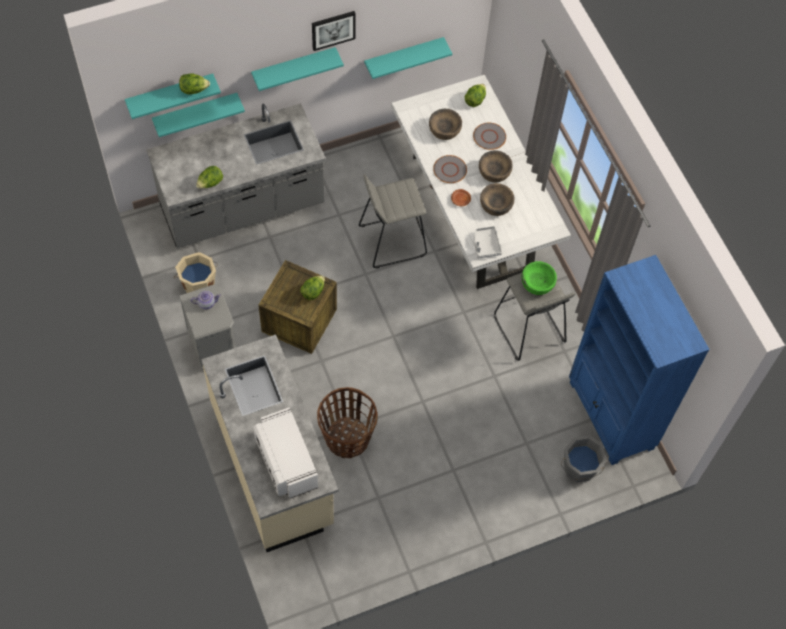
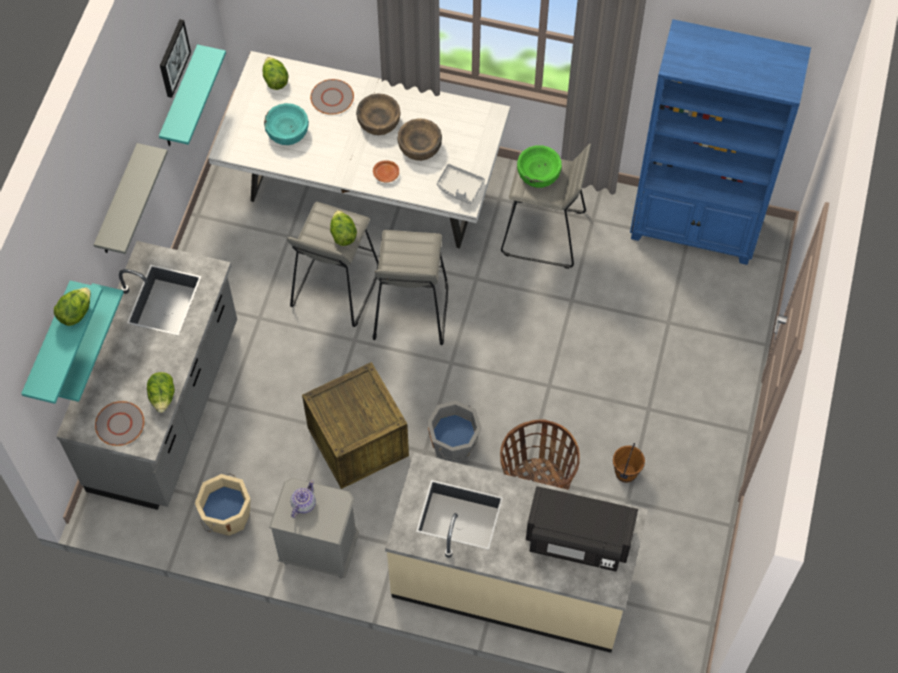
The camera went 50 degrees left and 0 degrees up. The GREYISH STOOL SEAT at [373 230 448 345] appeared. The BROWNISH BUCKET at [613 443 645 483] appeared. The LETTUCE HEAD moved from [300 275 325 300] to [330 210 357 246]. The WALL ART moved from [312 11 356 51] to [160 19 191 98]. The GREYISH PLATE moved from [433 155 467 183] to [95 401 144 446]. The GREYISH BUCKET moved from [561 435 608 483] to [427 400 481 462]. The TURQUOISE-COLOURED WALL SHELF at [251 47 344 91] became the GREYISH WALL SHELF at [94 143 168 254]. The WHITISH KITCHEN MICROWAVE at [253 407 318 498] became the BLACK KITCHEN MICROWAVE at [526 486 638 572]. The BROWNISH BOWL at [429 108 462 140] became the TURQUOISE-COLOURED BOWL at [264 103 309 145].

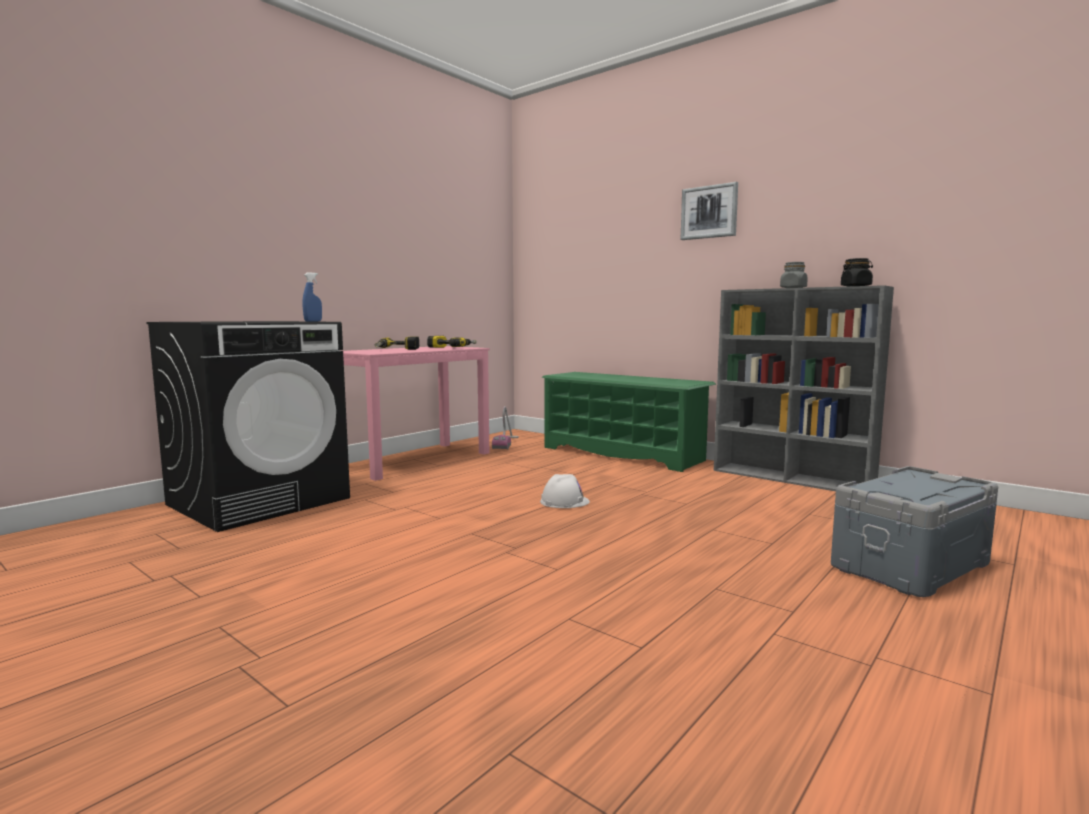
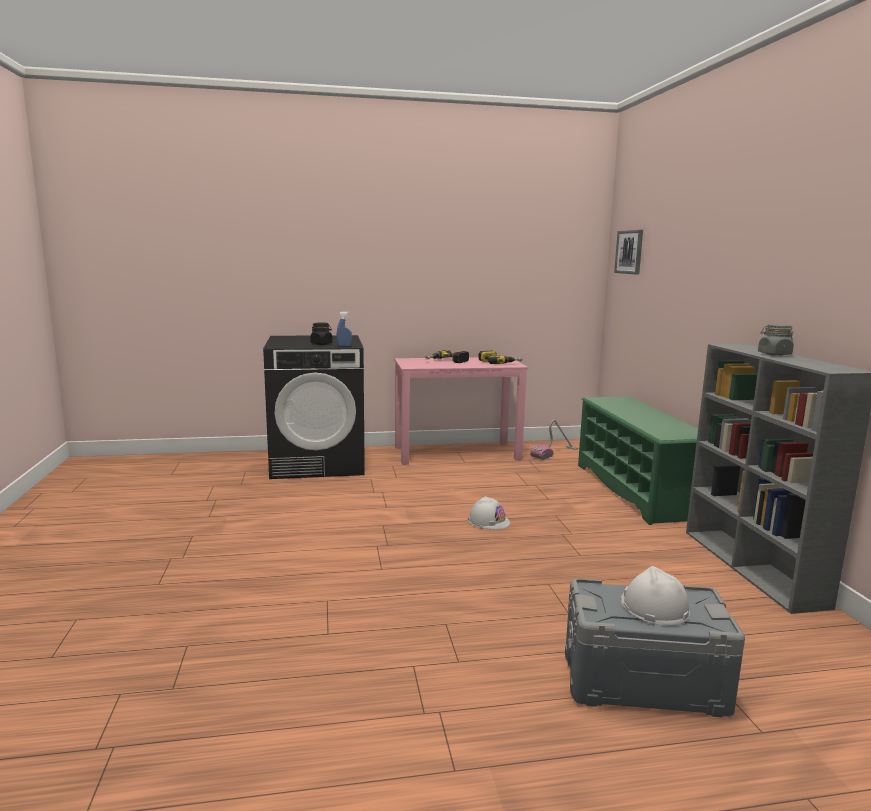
The camera went 40 degrees right and 5 degrees up. The WHITISH WORK HELMET at [621 566 690 626] appeared. The WALL ART moved from [681 182 738 240] to [614 230 643 275]. The BLACK STORAGE JAR moved from [841 258 873 286] to [311 323 333 345].

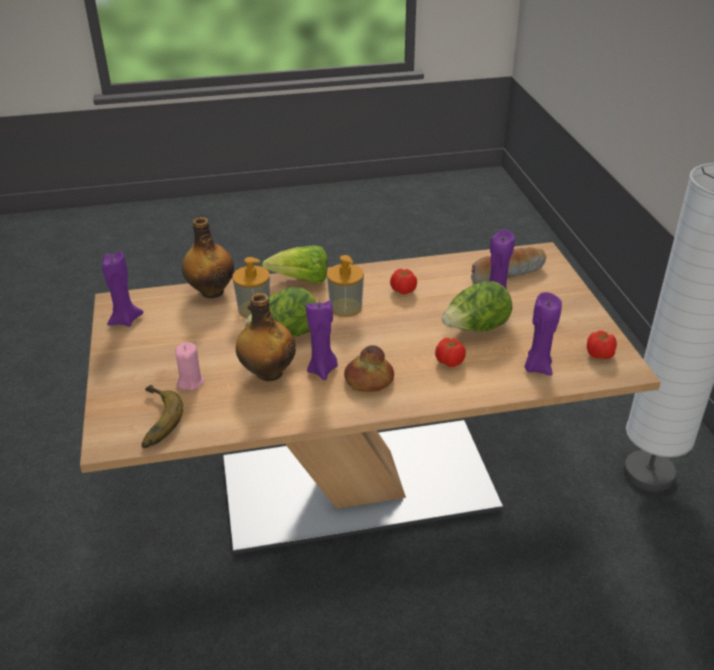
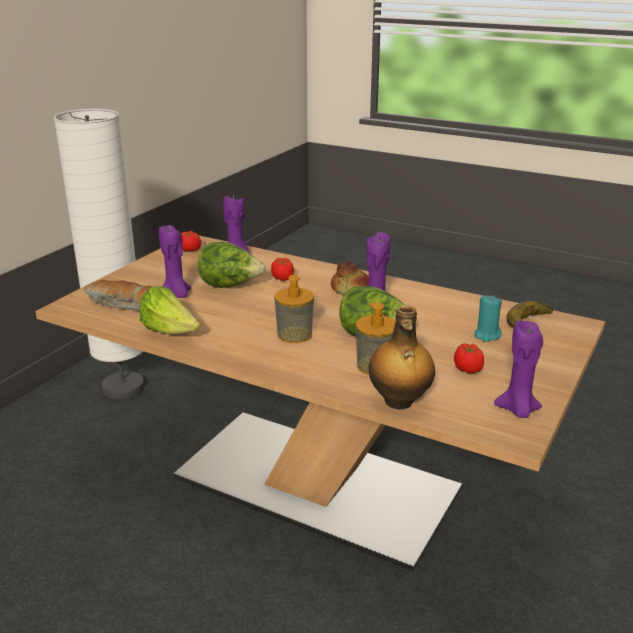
The camera went 140 degrees left and 10 degrees down. The BEVERAGE BOTTLE at [236 293 296 381] disappeared. The LETTUCE HEAD moved from [262 245 328 284] to [139 286 200 334]. The TOMATO moved from [390 269 417 294] to [454 343 484 373]. The PINK-COLOURED CANDLE at [175 342 204 390] became the TURQUOISE-COLOURED CANDLE at [475 295 502 342].

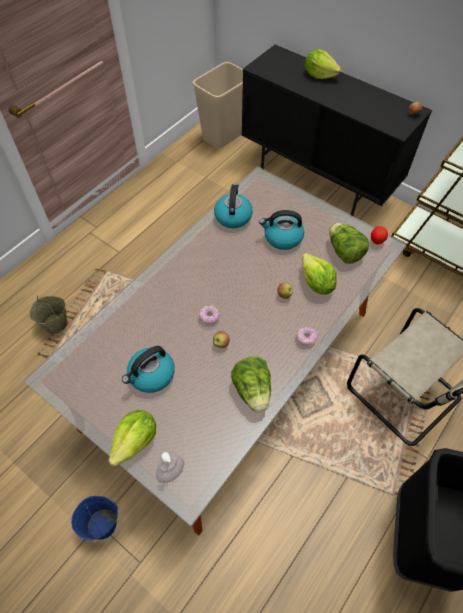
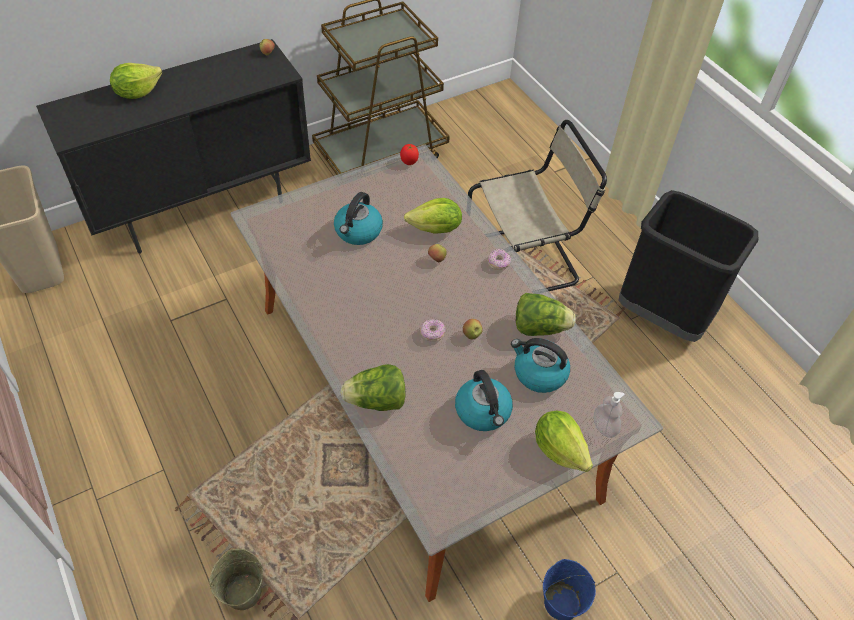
The camera went 70 degrees left and 5 degrees down. The WATER KETTLE moved from [214 184 253 228] to [511 338 570 393]. The LETTUCE HEAD moved from [329 223 369 264] to [341 364 405 411].

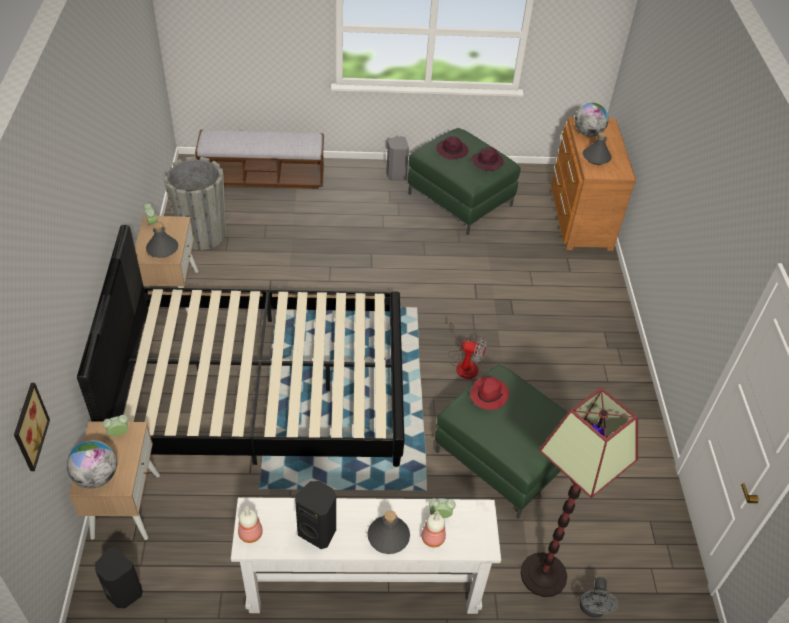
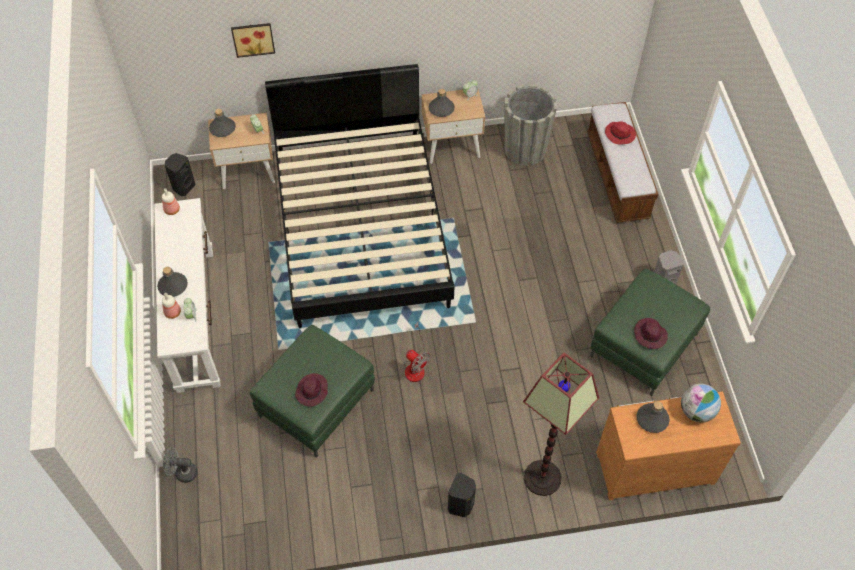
The camera went 85 degrees right and 10 degrees up. The WALL ART moved from [14 383 50 471] to [231 23 275 58]. The BLACK LOUDSPEAKER moved from [295 481 336 549] to [448 473 476 517]. The PURPLE-COLOURED WEARABLE HAT moved from [436 136 468 160] to [295 373 328 407]. The RED WEARABLE HAT moved from [470 376 510 410] to [605 121 636 145]. The STANDARD LAMP moved from [520 388 638 597] to [523 352 599 496]. The GLOBE at [67 440 117 488] was replaced by the GREYISH BEVERAGE BOTTLE at [209 109 236 137]. The COOLING FAN at [448 318 487 379] turned 60 degrees counterclockwise.

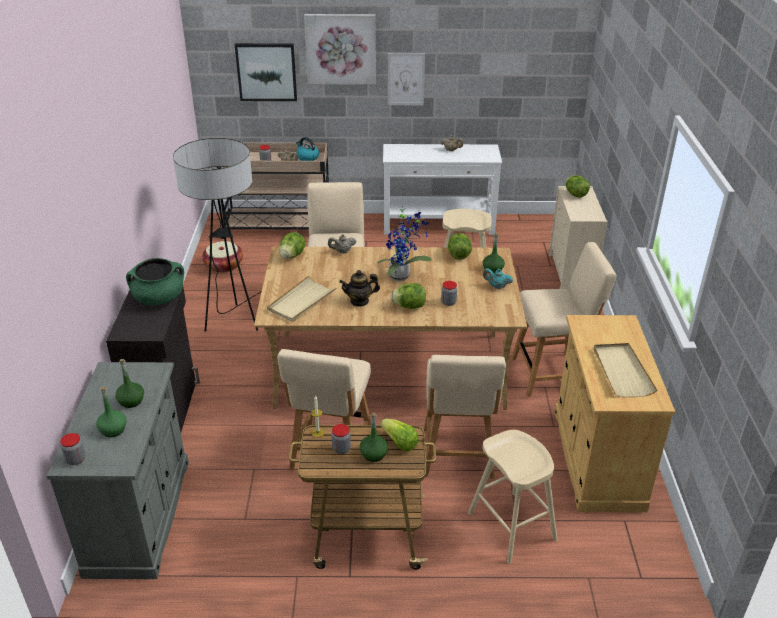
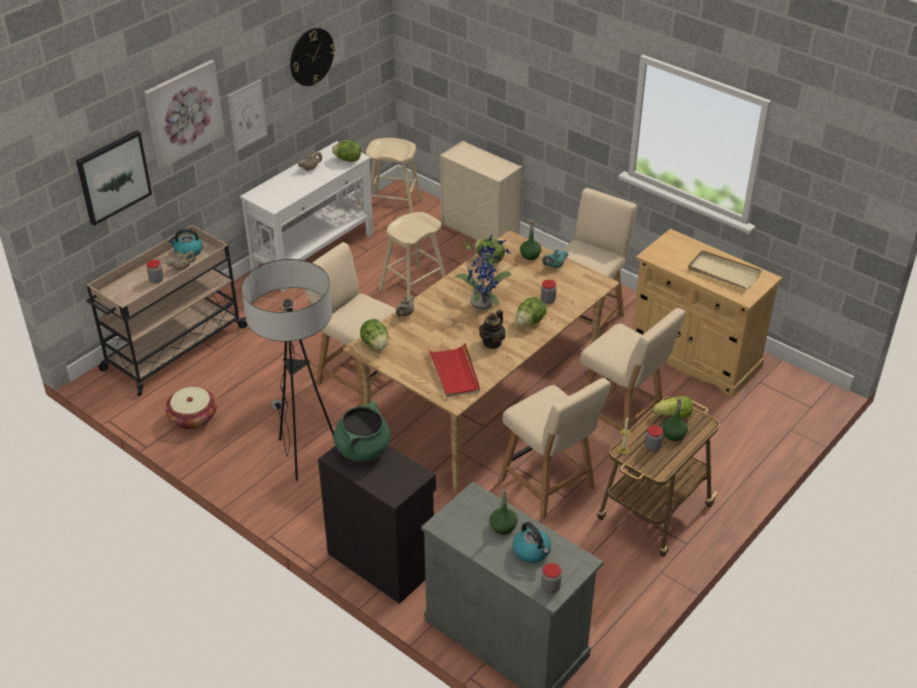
The camera went 50 degrees left and 5 degrees up. The HANGING CLOCK at [290 28 335 86] appeared. The BEIGE-COLOURED STOOL SEAT moved from [468 430 558 564] to [366 138 423 213]. The LETTUCE HEAD moved from [565 175 590 198] to [332 140 361 162]. The GREENISH BEVERAGE BOTTLE at [96 386 127 437] was replaced by the WATER KETTLE at [513 522 551 563]. The BEIGE-COLOURED TRAY at [267 275 337 322] became the RED TRAY at [428 343 480 398].

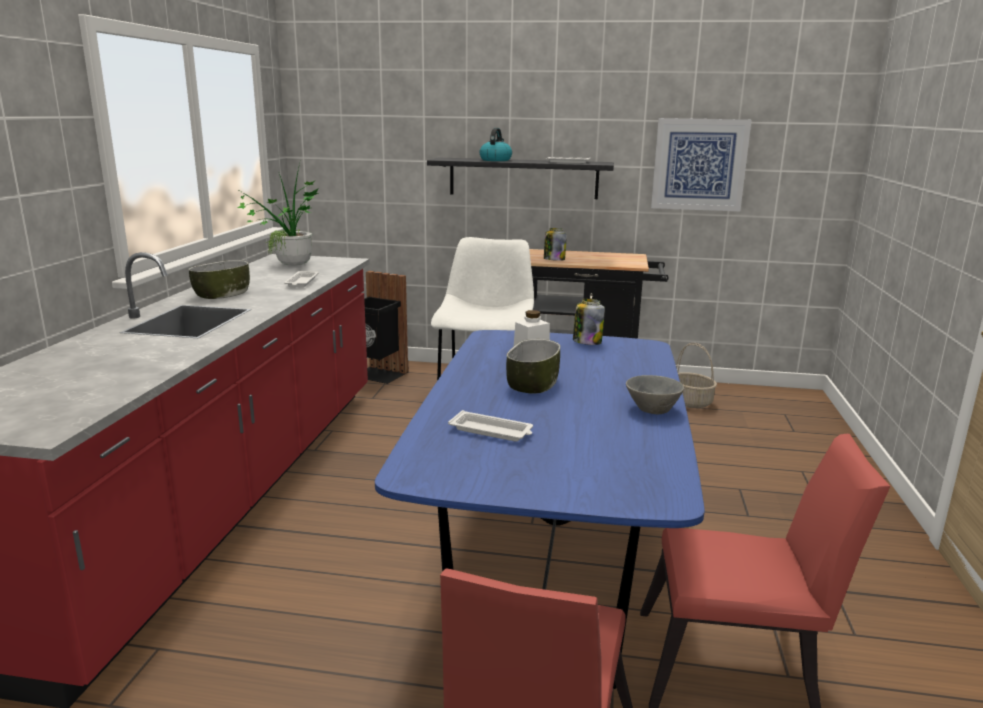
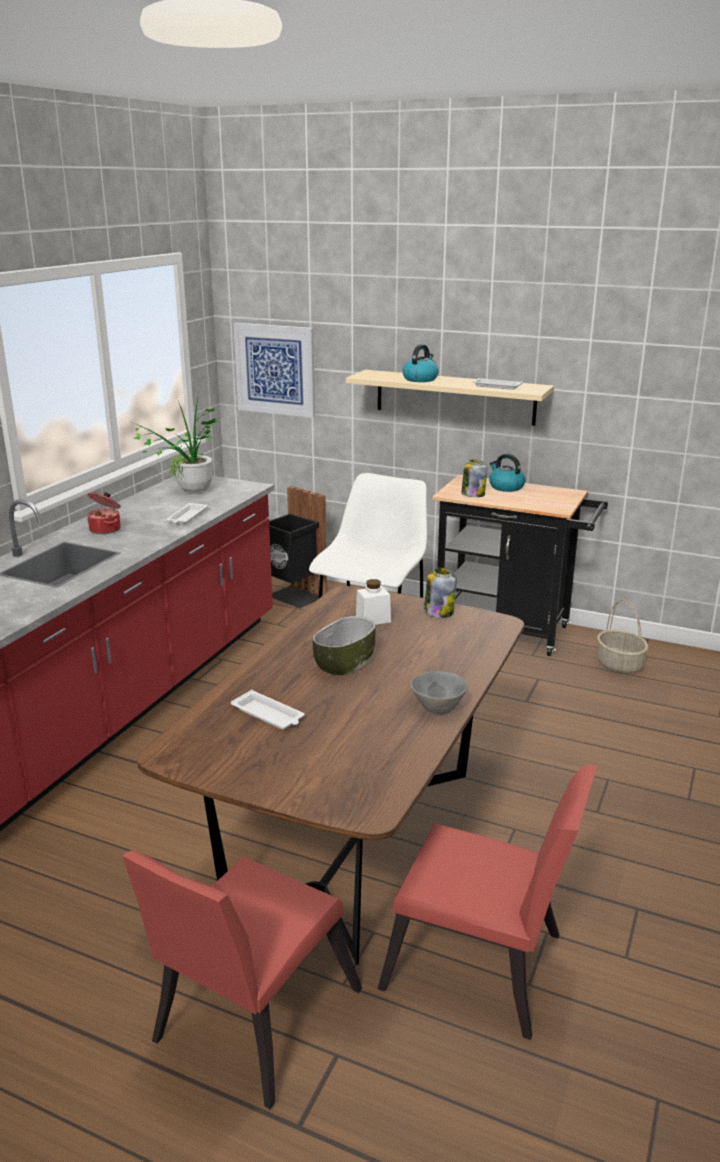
The camera went 15 degrees right and 5 degrees up. The WATER KETTLE at [489 454 526 492] appeared. The WALL ART moved from [651 118 752 211] to [233 323 315 418]. The BOWL at [188 260 250 299] was replaced by the SAUCEPOT at [88 492 121 534]. The BLUE-COLOURED DINING TABLE at [375 330 705 689] became the BROWNISH DINING TABLE at [137 586 524 965]. The BLACK WALL SHELF at [427 158 614 199] became the BEIGE-COLOURED WALL SHELF at [346 370 554 426].

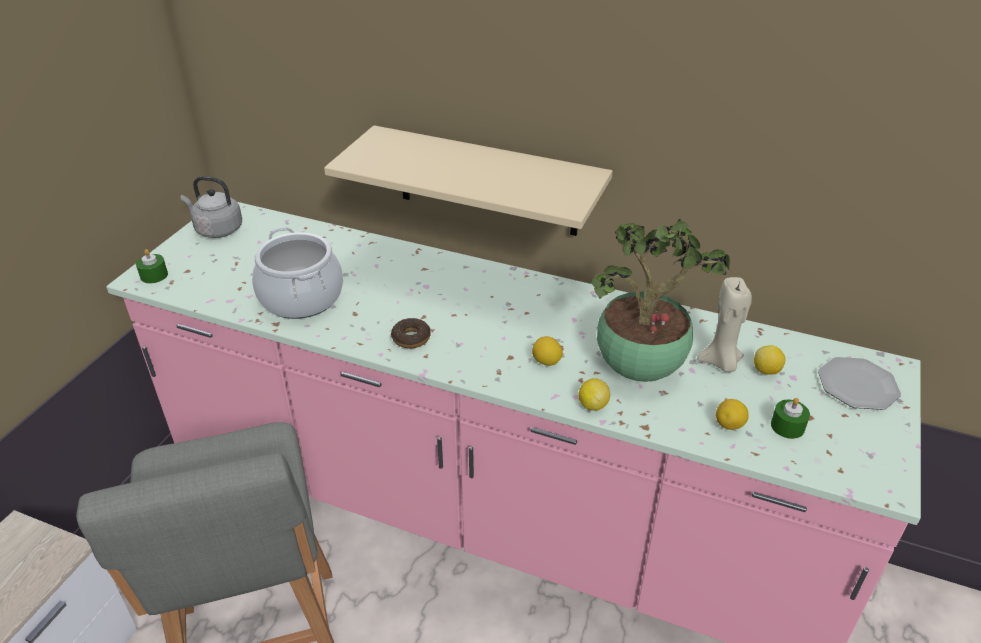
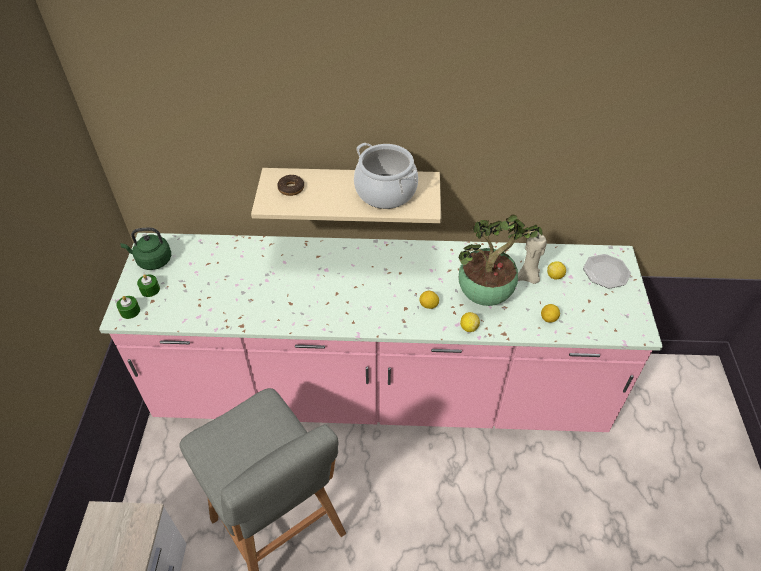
The camera went 20 degrees left and 10 degrees up. The SAUCEPOT moved from [252 227 343 319] to [354 143 418 209]. The RING DOUGHNUT moved from [391 318 431 348] to [277 175 304 196]. The GREENISH CANDLE moved from [771 398 810 439] to [137 274 160 297]. The GREYISH WATER KETTLE at [181 176 242 238] became the GREENISH WATER KETTLE at [120 228 171 270].

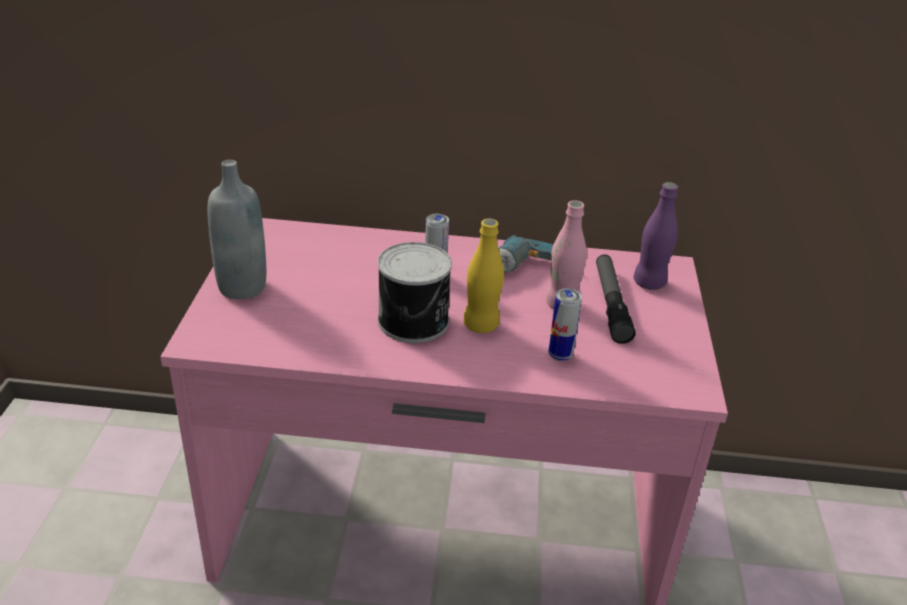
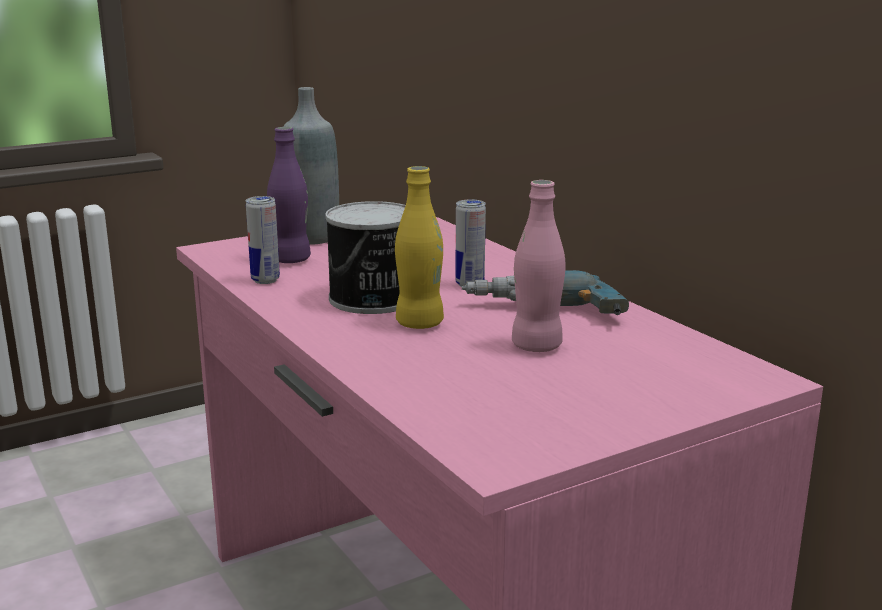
The camera went 55 degrees right and 15 degrees down. The HAND TORCH at [596 254 635 344] disappeared. The CAN moved from [548 288 582 361] to [246 196 280 284]. The PURPLE-COLOURED BEVERAGE BOTTLE moved from [634 182 678 290] to [267 127 311 263].

